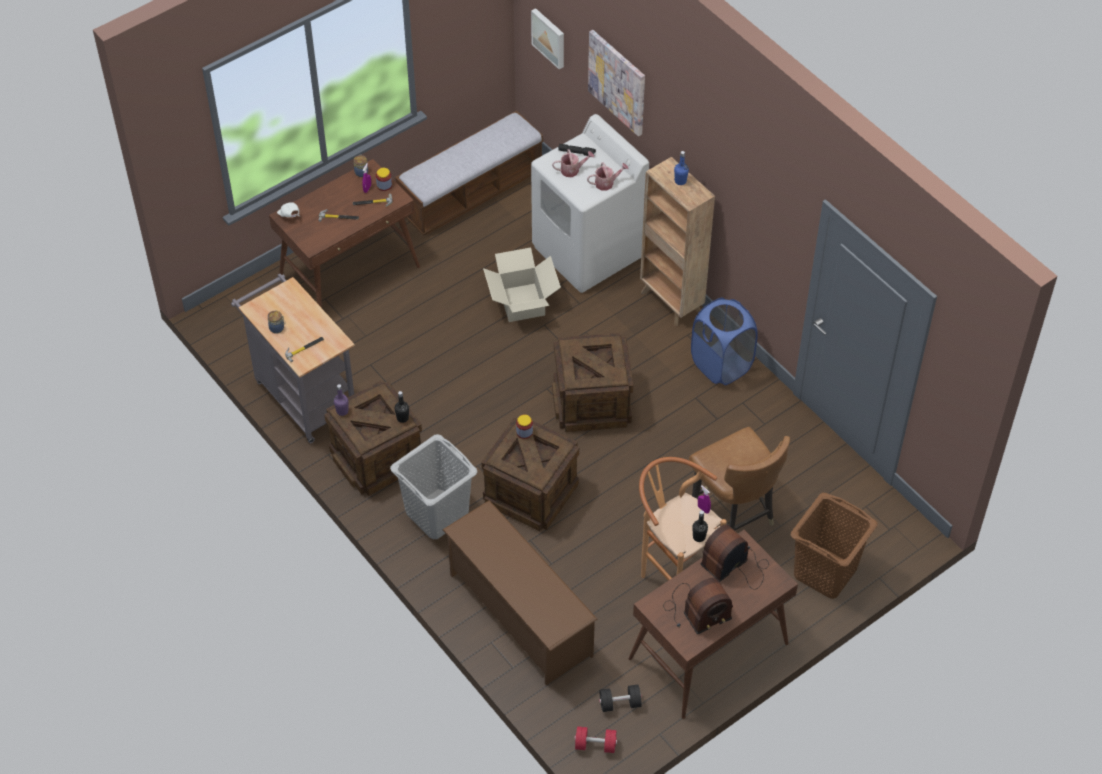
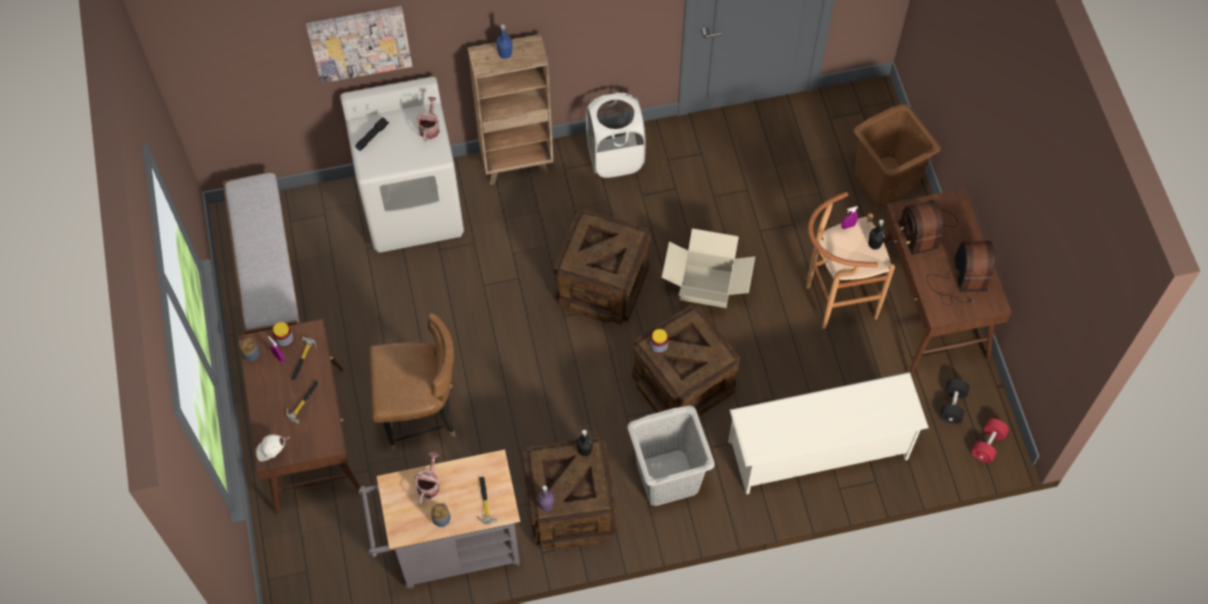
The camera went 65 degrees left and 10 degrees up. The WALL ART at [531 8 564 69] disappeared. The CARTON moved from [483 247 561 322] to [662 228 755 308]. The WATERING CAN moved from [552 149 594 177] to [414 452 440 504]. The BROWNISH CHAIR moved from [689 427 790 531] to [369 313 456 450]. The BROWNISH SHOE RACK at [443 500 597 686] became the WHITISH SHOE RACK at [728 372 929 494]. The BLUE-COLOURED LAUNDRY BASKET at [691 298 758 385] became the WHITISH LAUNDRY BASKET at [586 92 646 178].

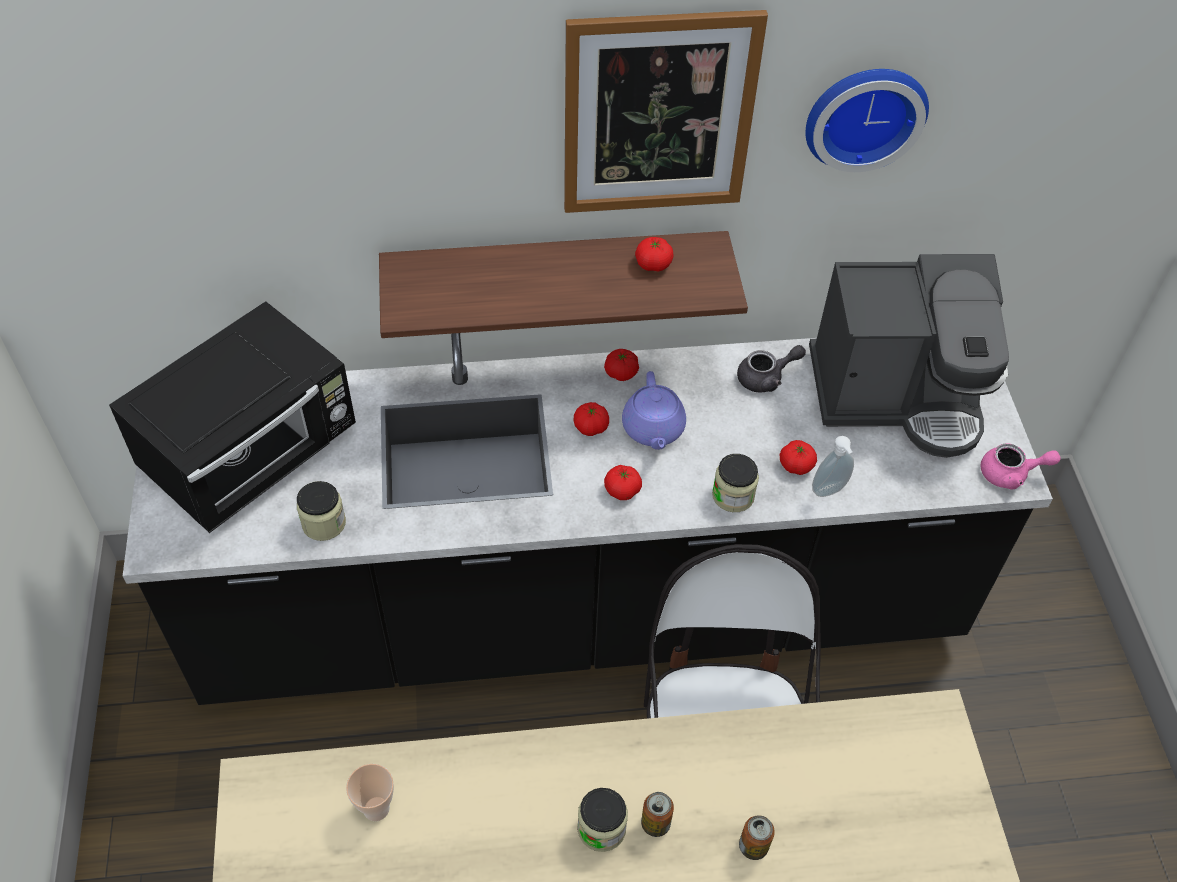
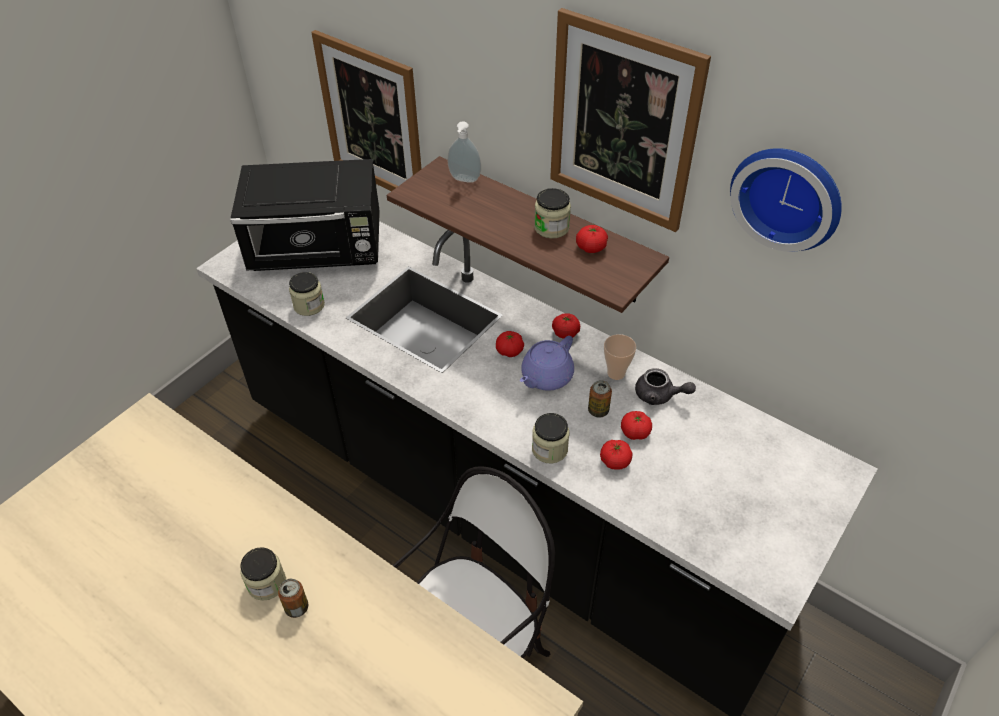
The camera went 45 degrees right and 5 degrees down. The COFFEE BREWER at [809 254 1009 458] disappeared. The PINK-COLOURED TEAPOT at [981 443 1061 489] disappeared. The WALL ART at [311 30 421 191] appeared. The STORAGE JAR at [534 188 571 239] appeared. The CUP moved from [346 764 394 821] to [604 334 636 380]. The TOMATO moved from [604 465 642 500] to [621 411 652 440]. The CAN moved from [739 815 775 860] to [588 380 612 418]. The SOAP DISPENSER moved from [812 436 854 497] to [447 121 481 183].

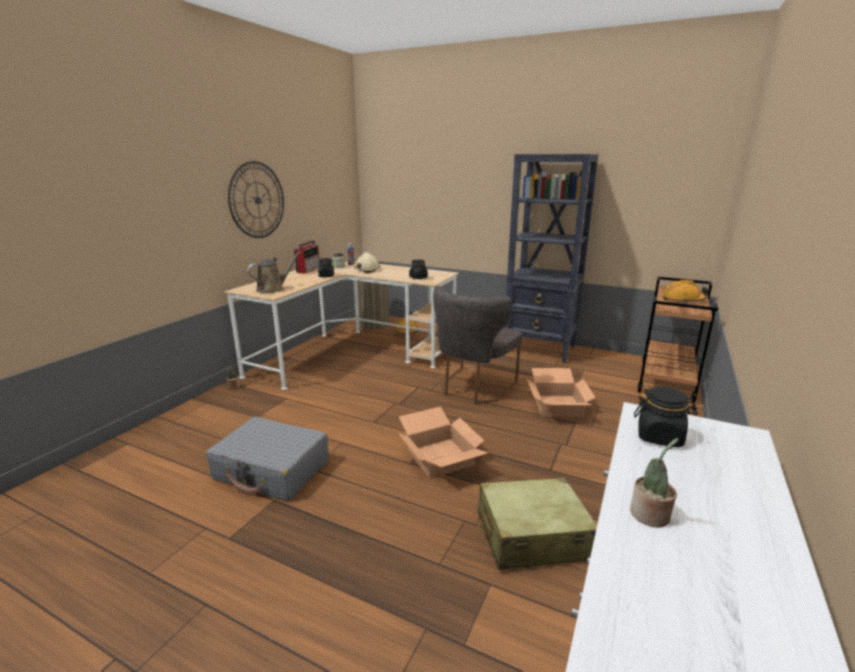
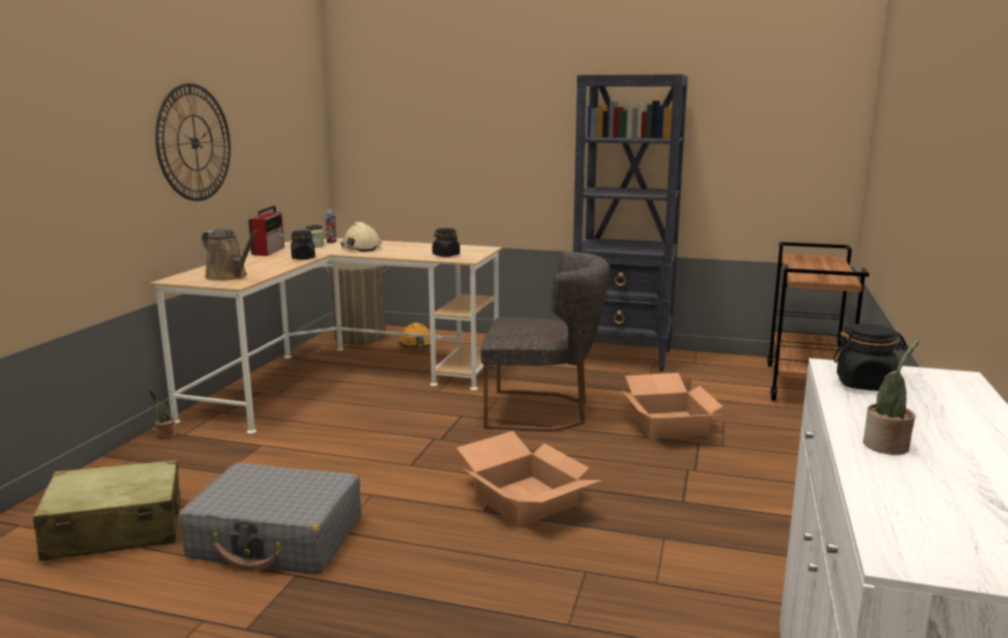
The camera went 10 degrees left and 5 degrees down. The ORANGE WORK HELMET at [662 280 709 303] disappeared. The BEIGE-COLOURED SUITCASE moved from [477 477 597 570] to [33 459 181 561]. The BROWNISH WATERING CAN at [247 251 301 293] turned 90 degrees clockwise. The GREYISH CHAIR at [433 286 523 404] turned 105 degrees counterclockwise.

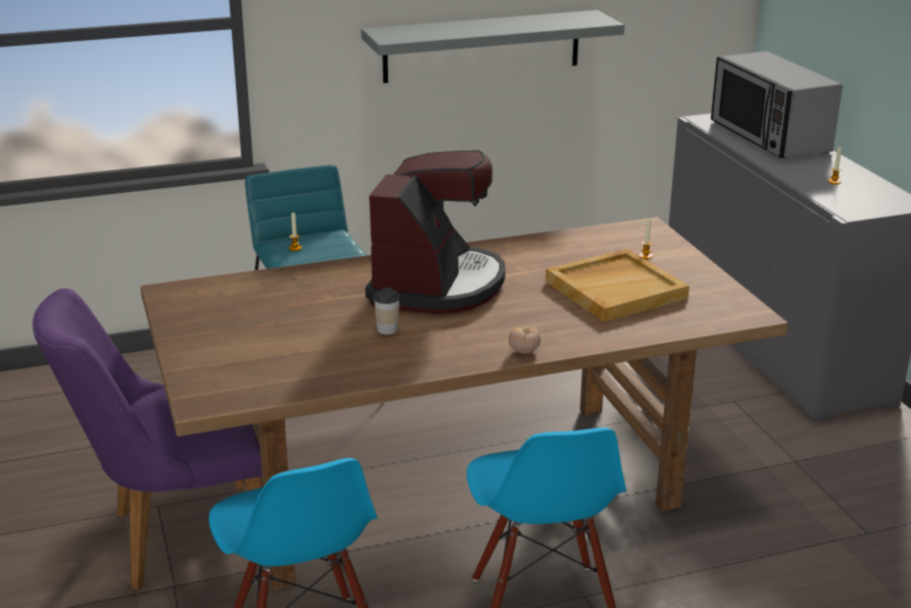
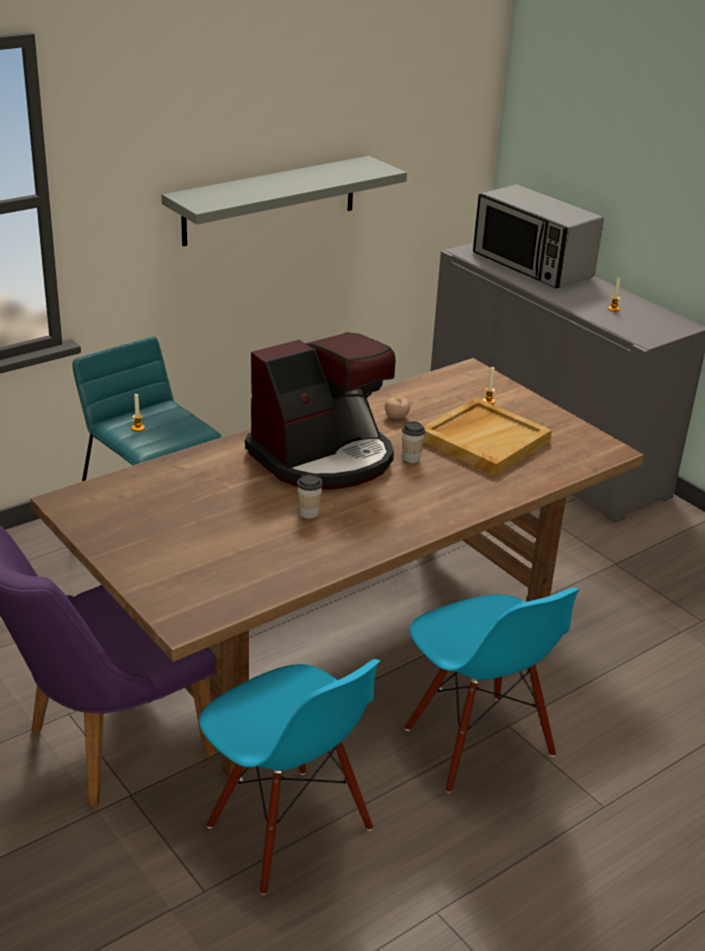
The camera went 20 degrees left and 5 degrees up. The CUP at [402 421 425 463] appeared. The TOMATO moved from [508 327 541 353] to [385 397 410 419]. The COFFEE BREWER at [365 150 505 314] turned 60 degrees clockwise.

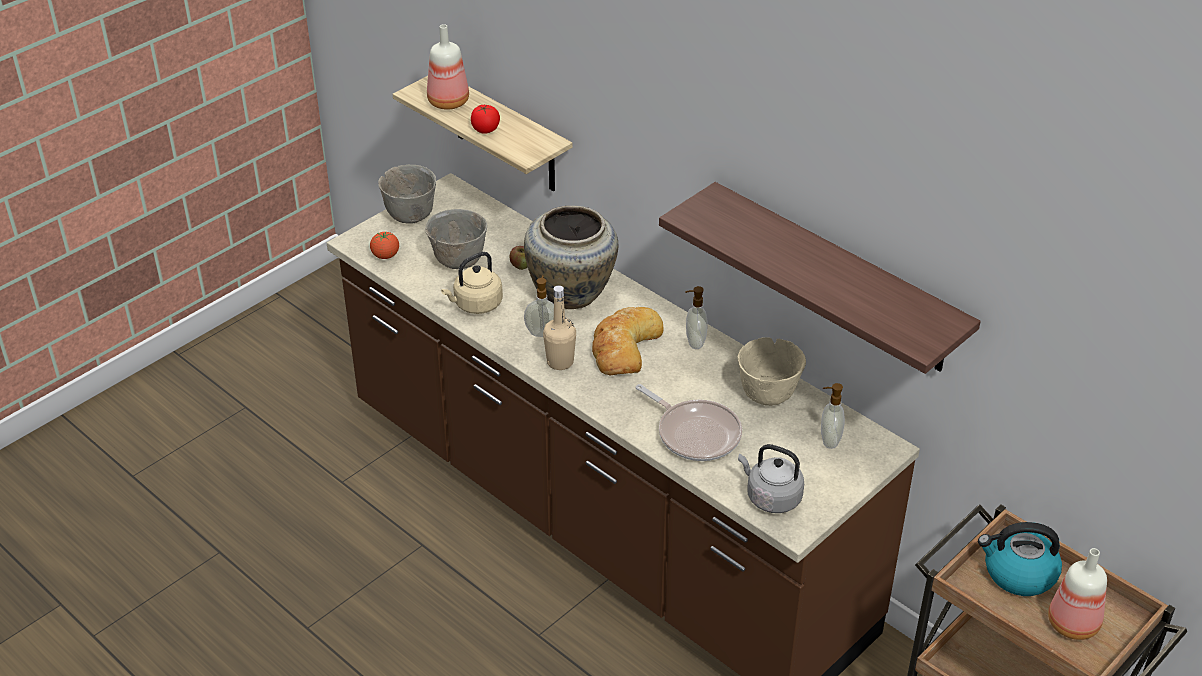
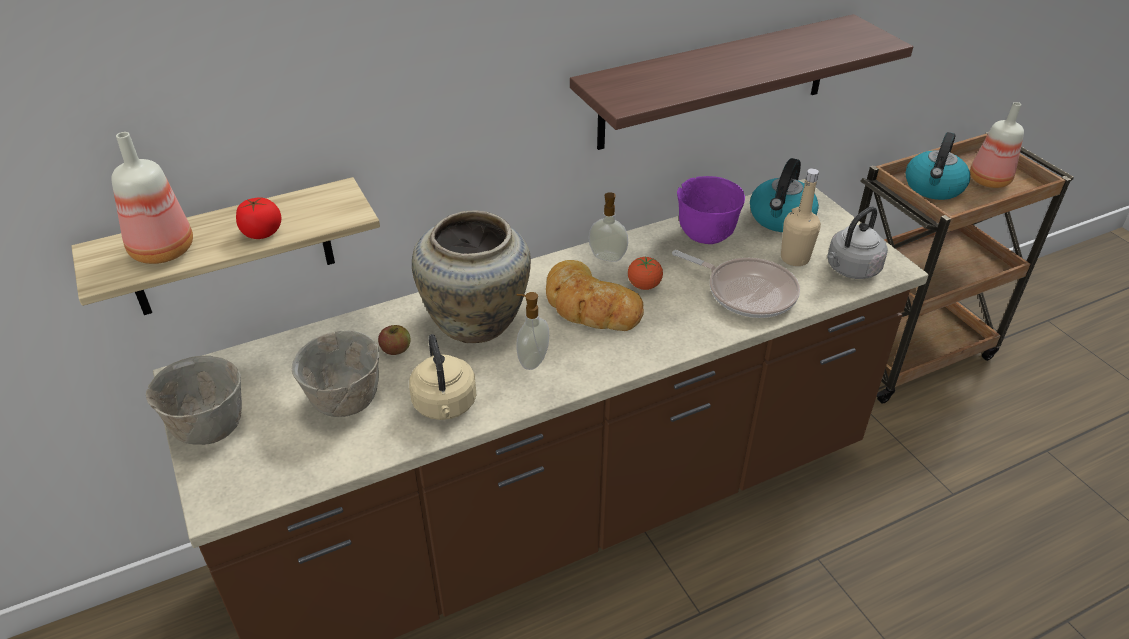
The camera went 70 degrees left and 0 degrees up. The TOMATO moved from [370 231 399 259] to [628 257 663 290]. The BEIGE-COLOURED BEVERAGE BOTTLE moved from [543 285 576 370] to [781 168 821 266]. The SOAP DISPENSER at [821 383 845 449] was replaced by the WATER KETTLE at [750 158 819 232]. The BEIGE-COLOURED BOWL at [738 338 806 406] became the PURPLE-COLOURED BOWL at [677 176 745 244]. The FRYING PAN at [636 384 742 461] turned 60 degrees clockwise.

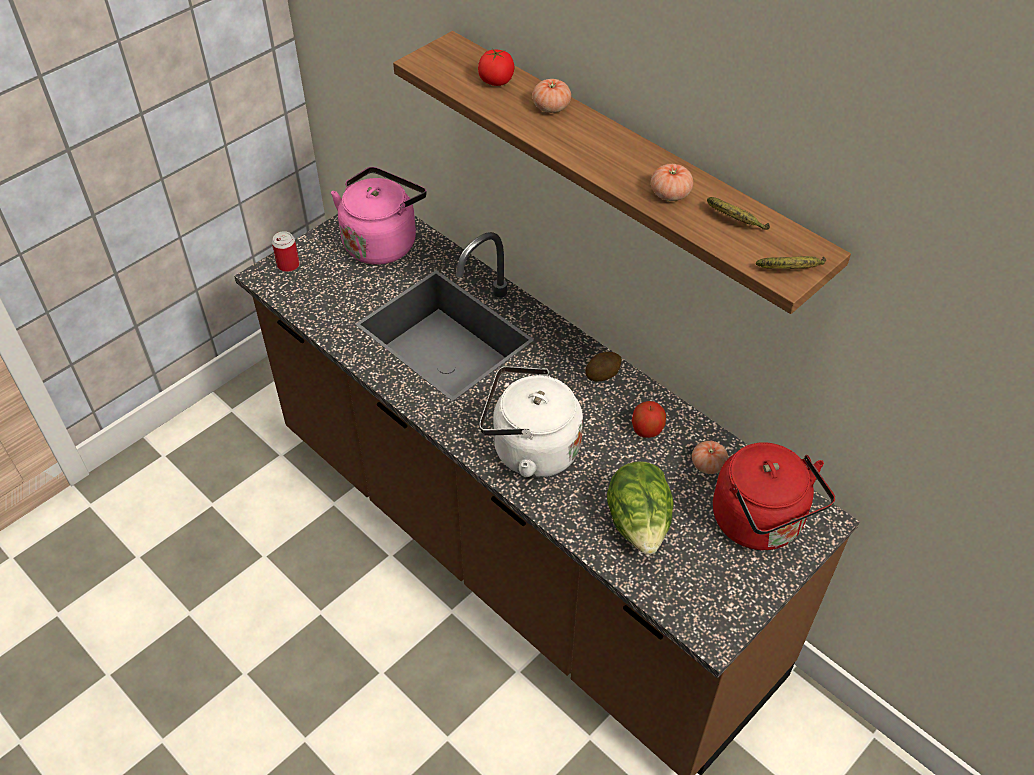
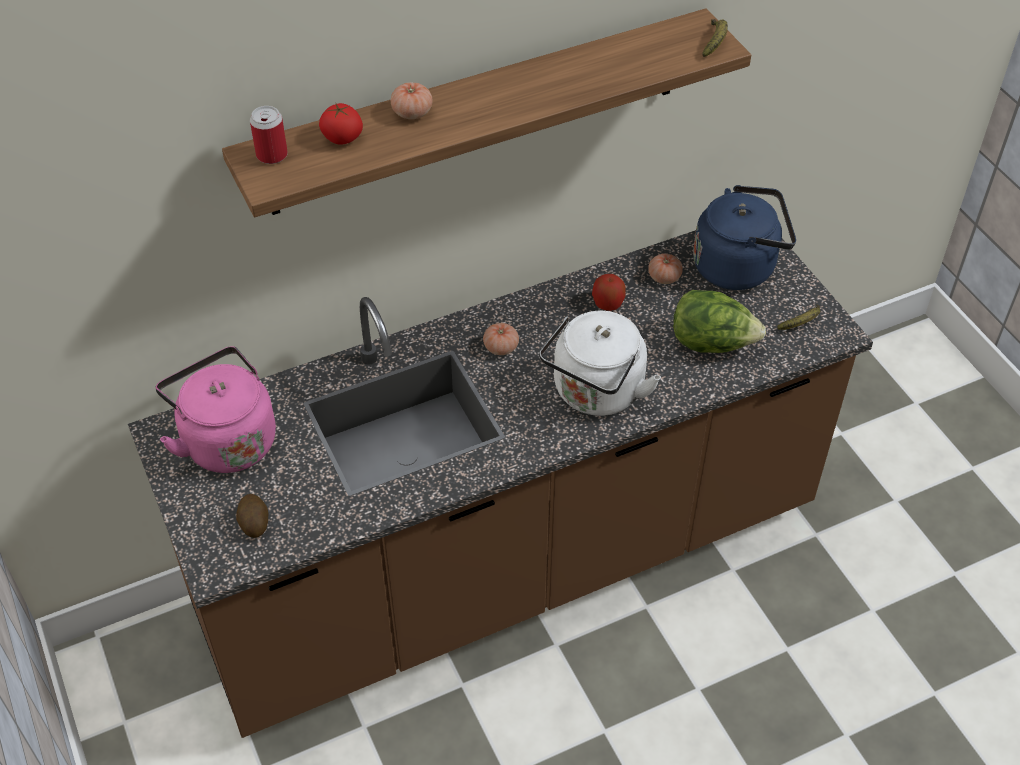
The camera went 70 degrees left and 0 degrees up. The CAN moved from [272 231 300 272] to [250 106 288 164]. The POTATO moved from [585 352 622 382] to [236 494 269 538]. The TOMATO moved from [651 164 693 201] to [483 323 519 355]. The WHOLE BANANA moved from [707 197 770 230] to [777 304 820 330]. The RED WATER KETTLE at [713 442 835 550] became the BLUE-COLOURED WATER KETTLE at [693 185 796 290].

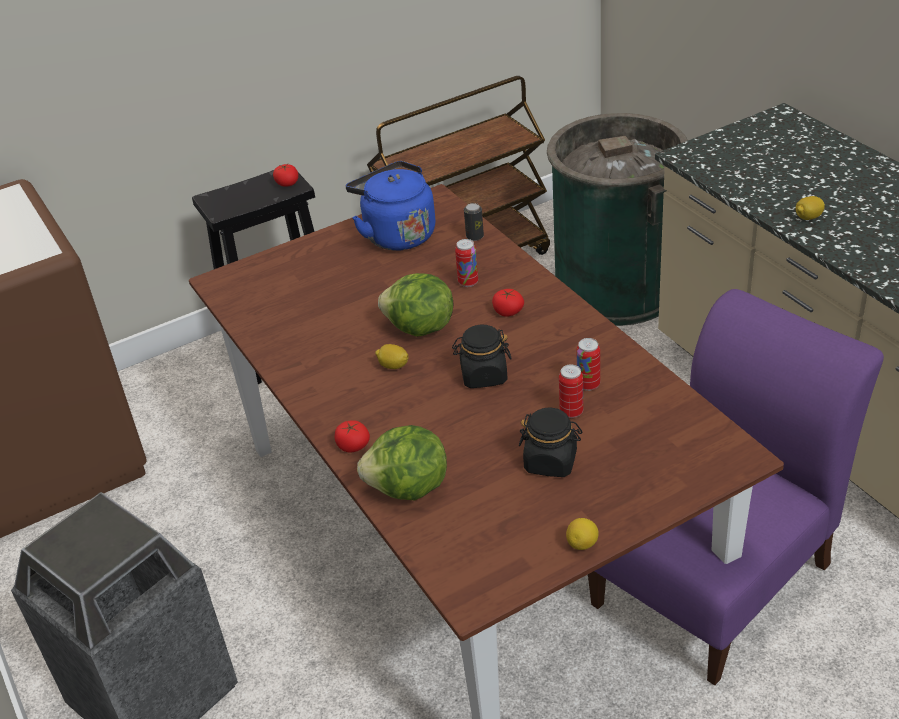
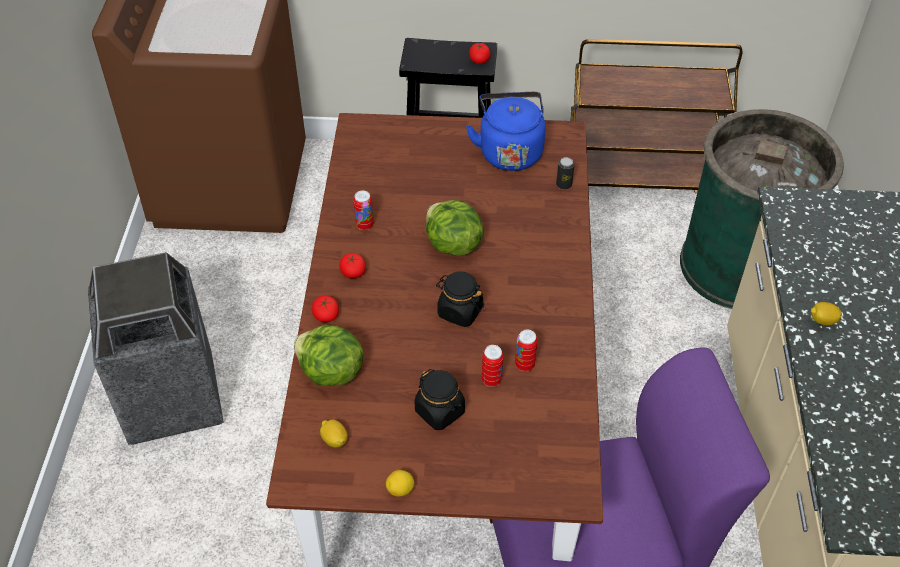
The camera went 30 degrees right and 10 degrees up. The CITRUS FRUIT moved from [375 344 409 369] to [320 420 348 448]. The CAN moved from [455 239 478 287] to [353 190 374 230]. The TOMATO moved from [492 289 524 317] to [339 253 366 279].

